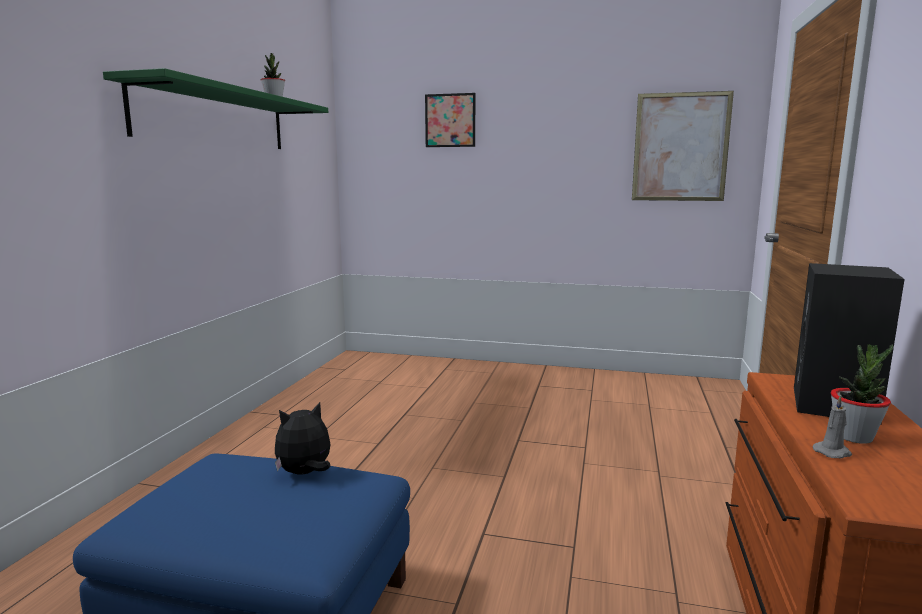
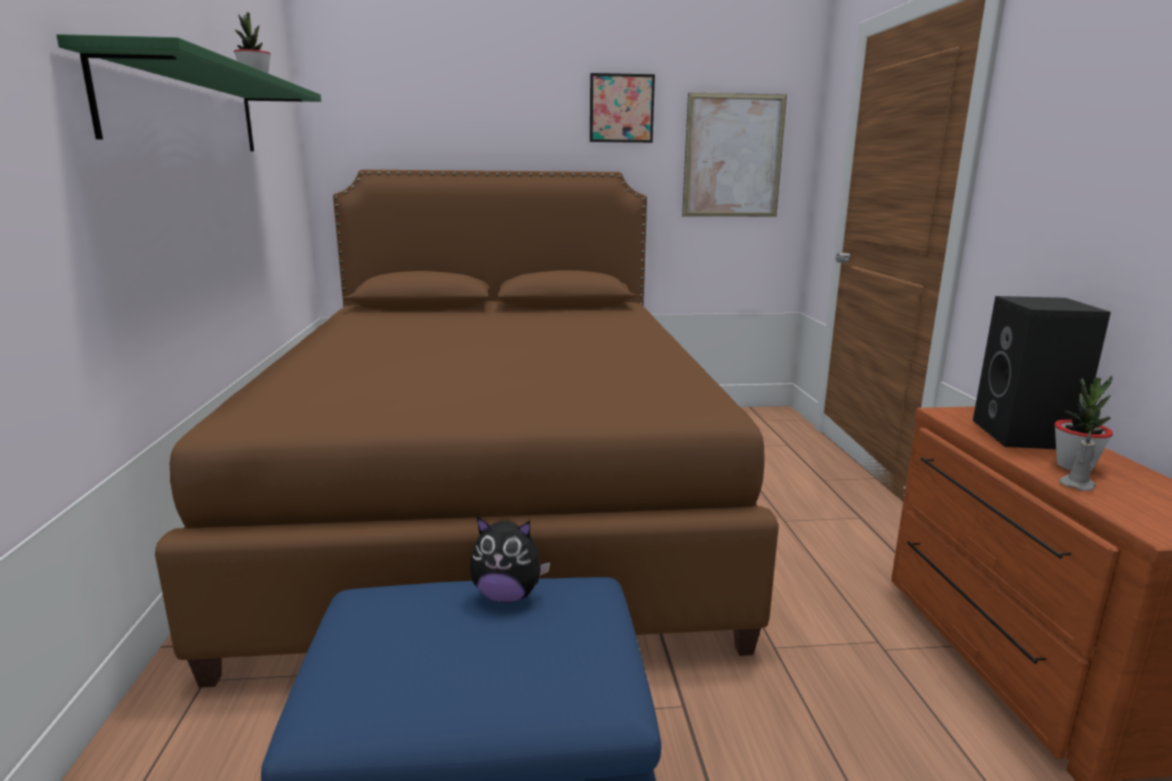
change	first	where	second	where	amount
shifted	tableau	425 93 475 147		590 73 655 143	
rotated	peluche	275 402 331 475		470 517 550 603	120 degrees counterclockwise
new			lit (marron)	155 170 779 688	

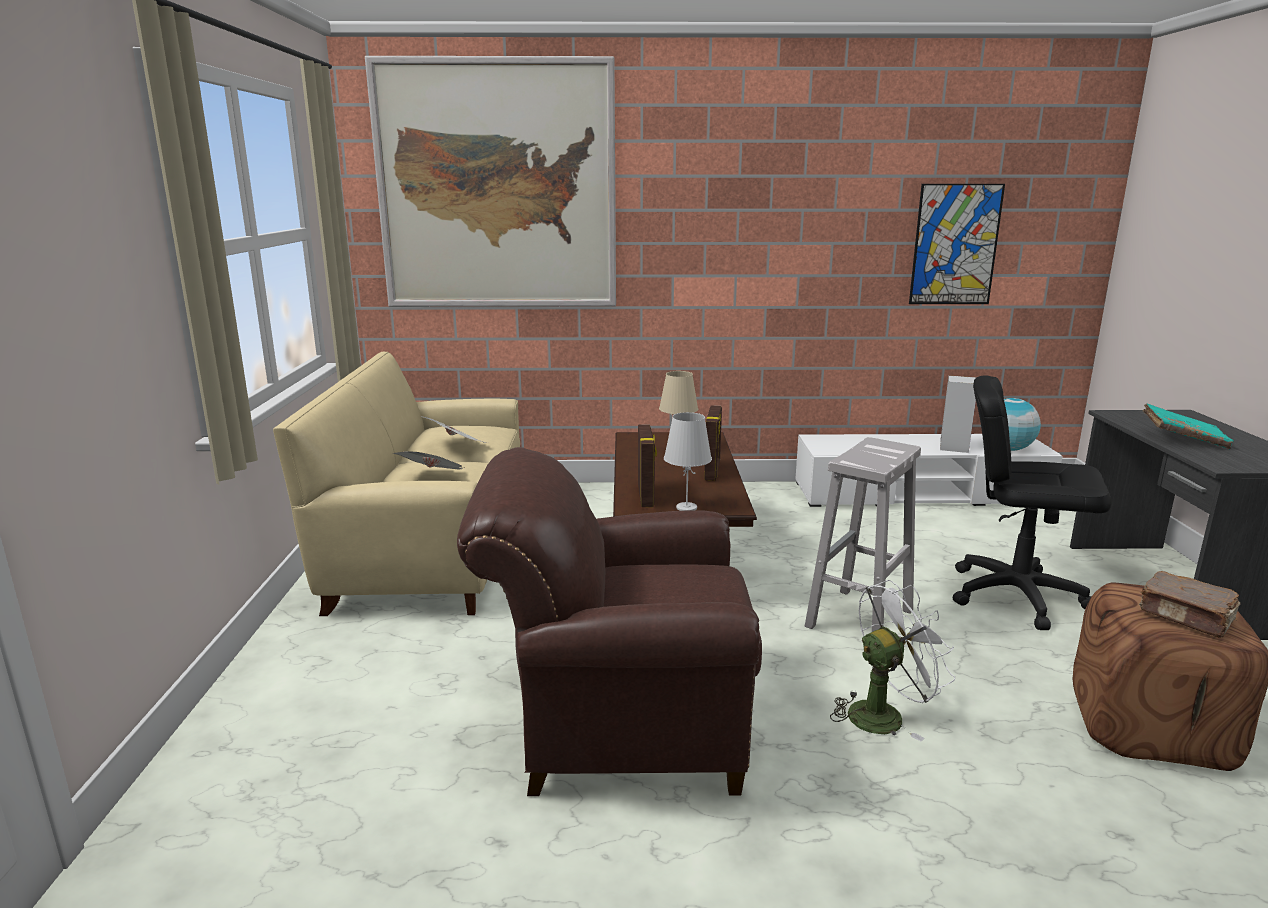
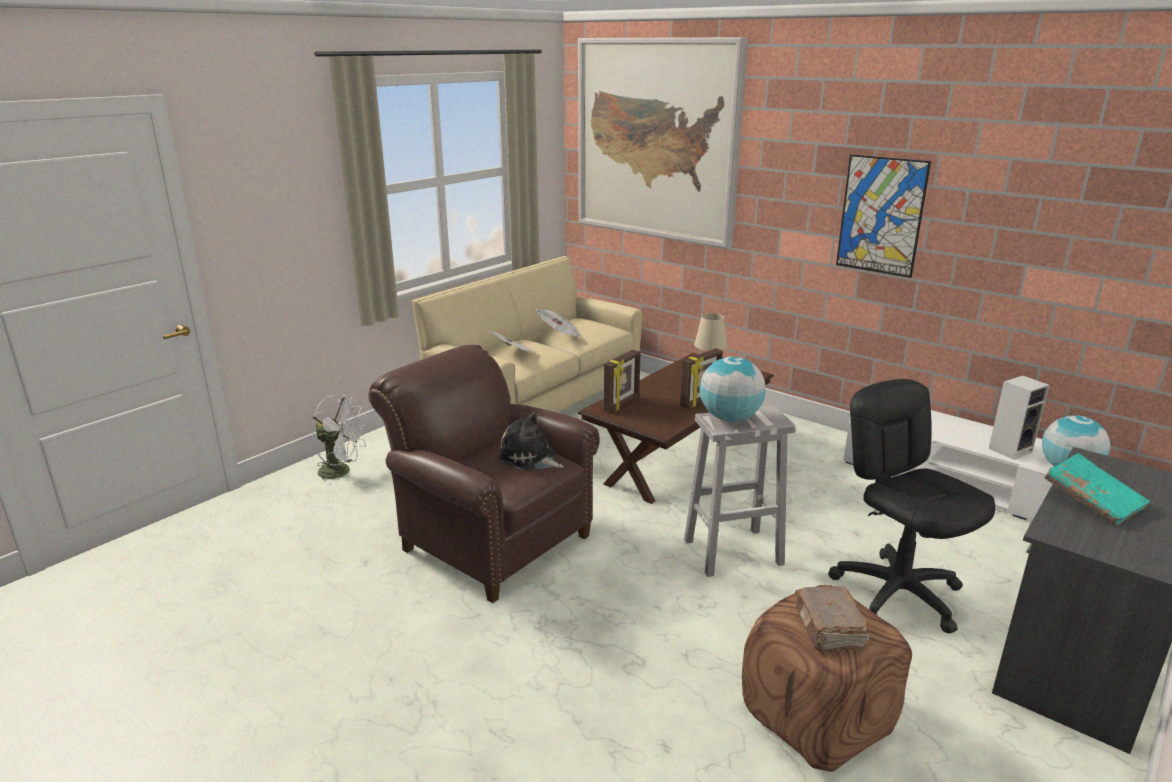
change	first	where	second	where	amount
shifted	tableau	909 184 1005 304		836 155 931 278	
gone	lampe de table (blanc)	664 412 712 511			
shifted	ventilateur (blanc)	830 580 955 742		312 395 368 486	
new			globe	700 356 766 422	
new			peluche	499 412 564 471	

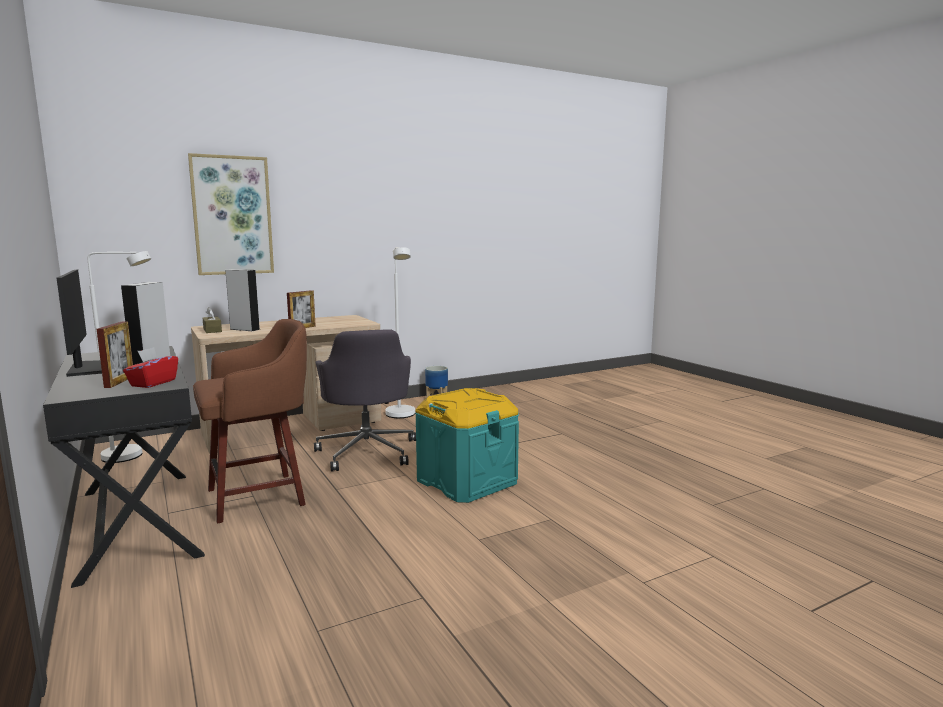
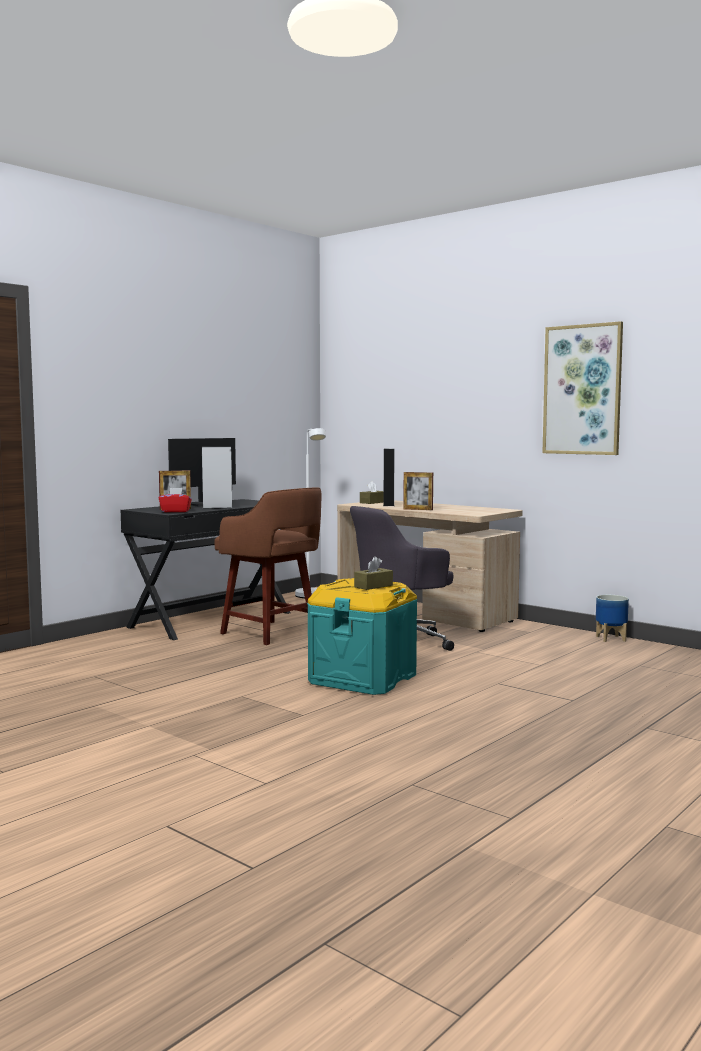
change	first	where	second	where	amount
shifted	tableau	188 153 274 275		543 321 623 455	
gone	lampadaire (blanc)	385 247 415 418			
new			boîte à mouchoirs (marron)	354 556 393 590	

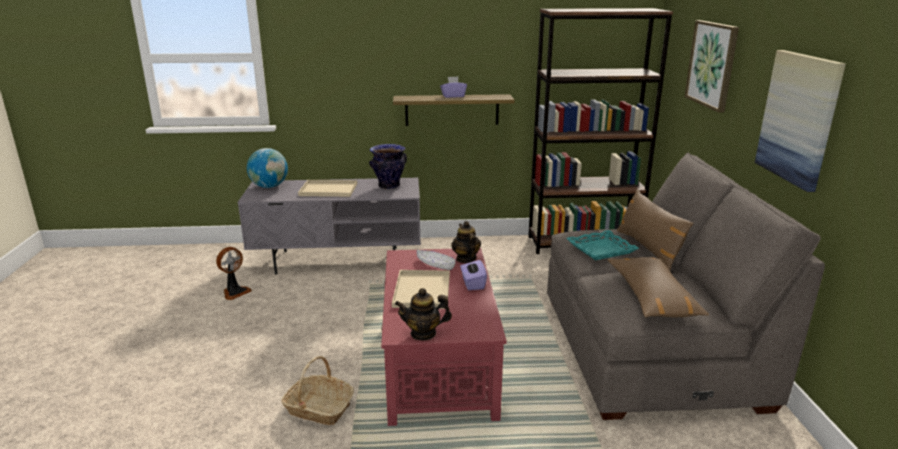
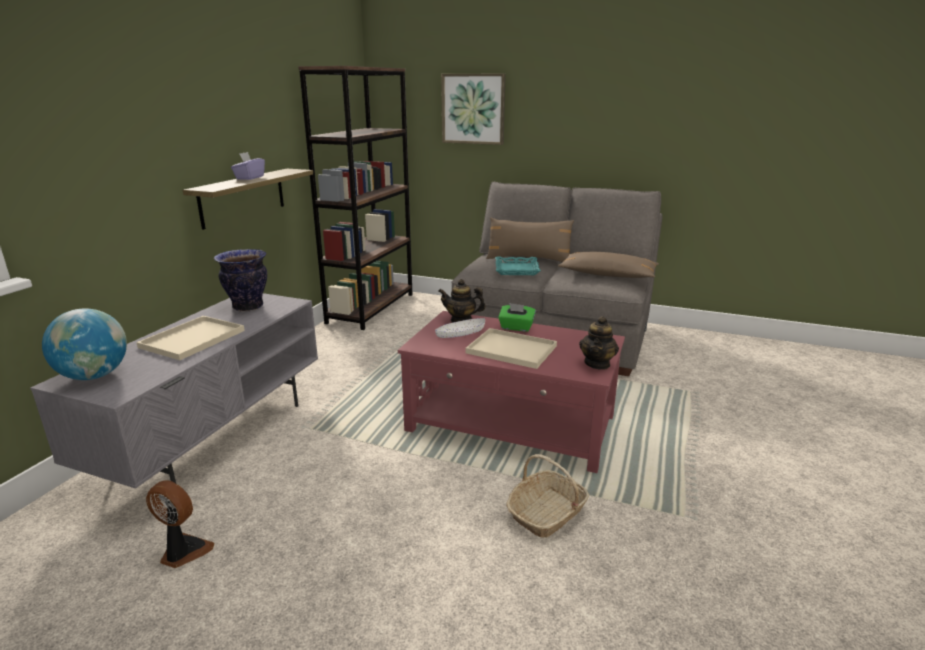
change	first	where	second	where	amount
gone	tableau	755 50 846 192			
rotated	ventilateur	216 247 252 300		146 480 214 568	45 degrees counterclockwise
repainted	boîte à mouchoirs (violet)	460 258 487 290	boîte à mouchoirs (vert)	498 303 536 332	

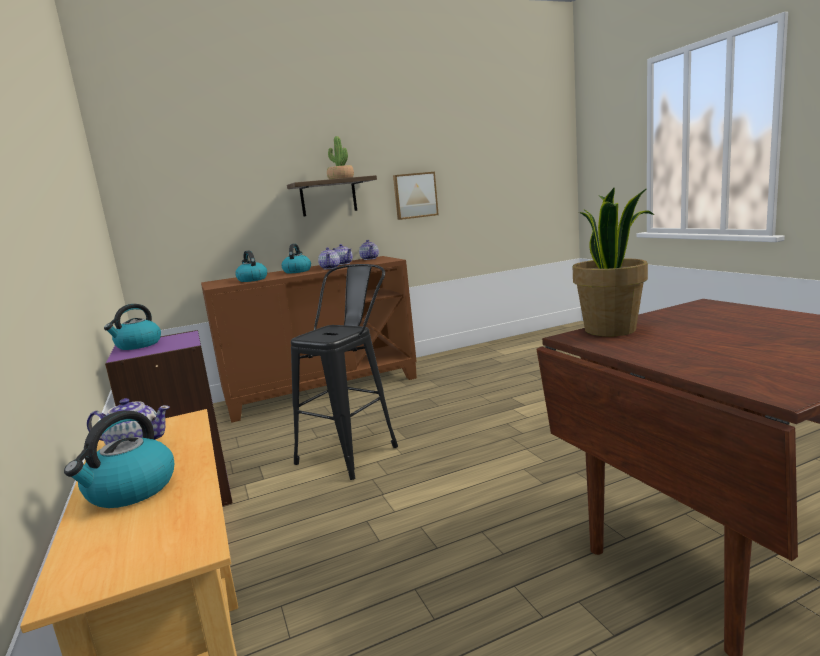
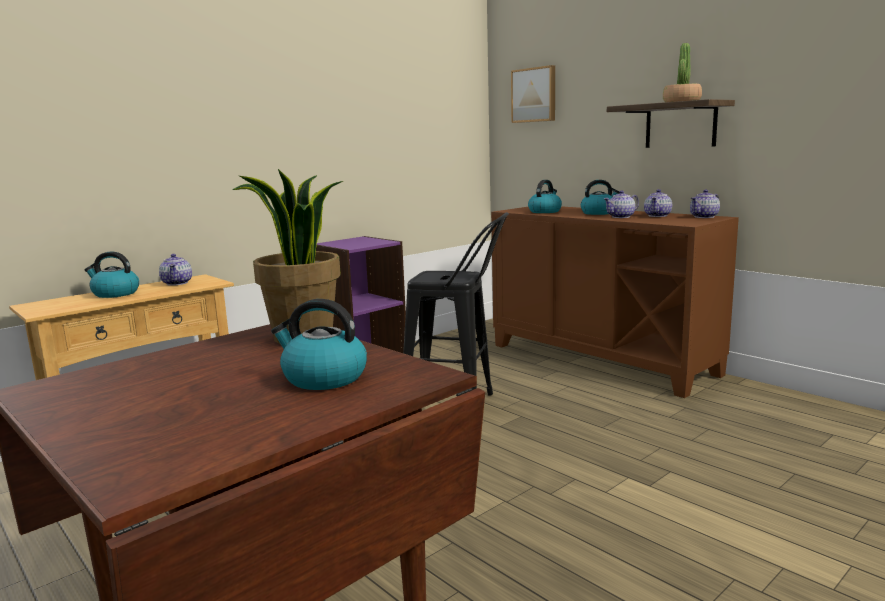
change	first	where	second	where	amount
shifted	tableau	393 172 439 220		511 65 555 123	
shifted	bouilloire	104 304 161 350		271 299 367 390	

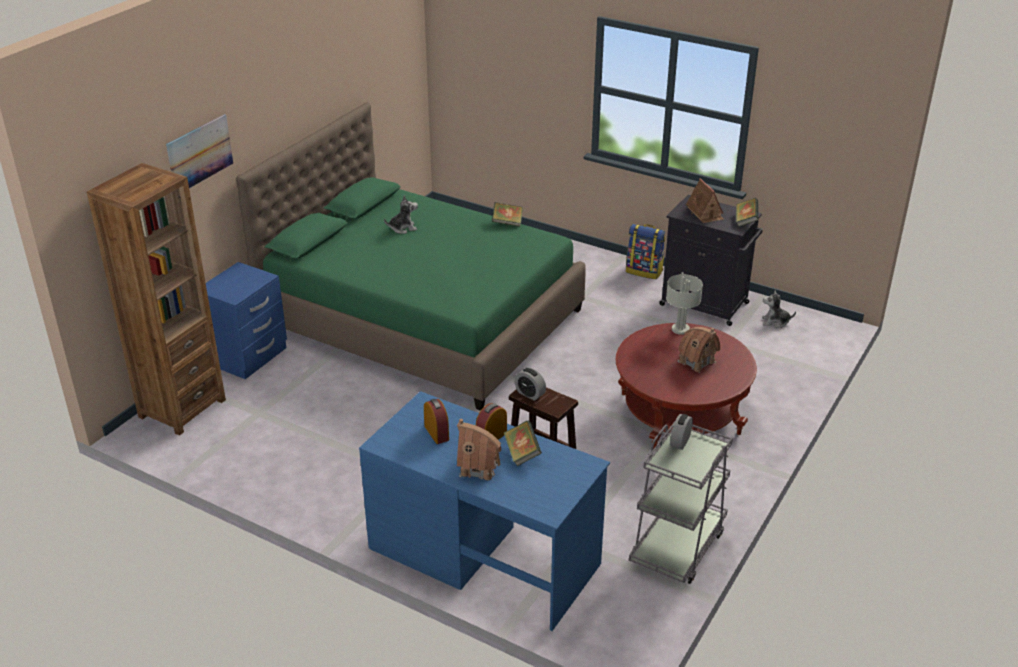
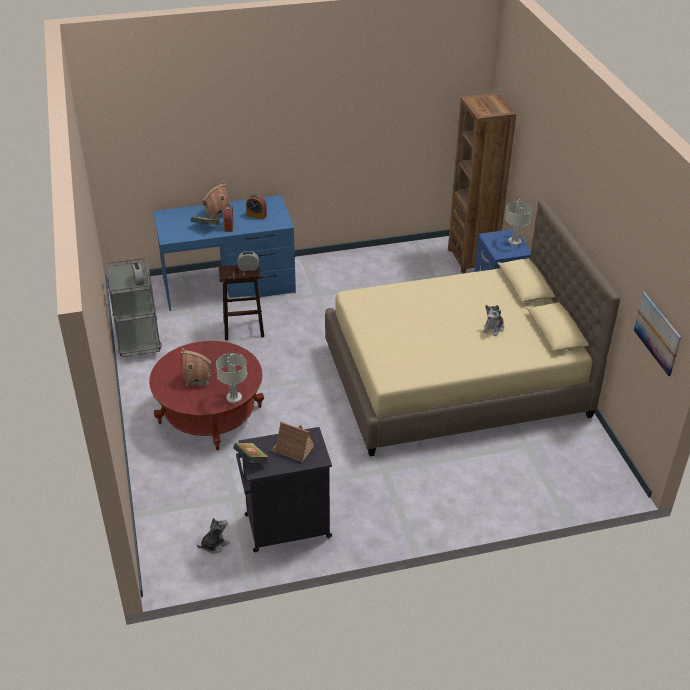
change	first	where	second	where	amount
repainted	lit (vert)	236 102 586 411	lit (beige)	325 198 620 456	
shifted	tableau	166 114 233 188		634 292 681 377	
gone	livre	492 202 523 227			
gone	sac à dos	626 224 665 279			
new			lampe de table (gris)	505 199 532 246	

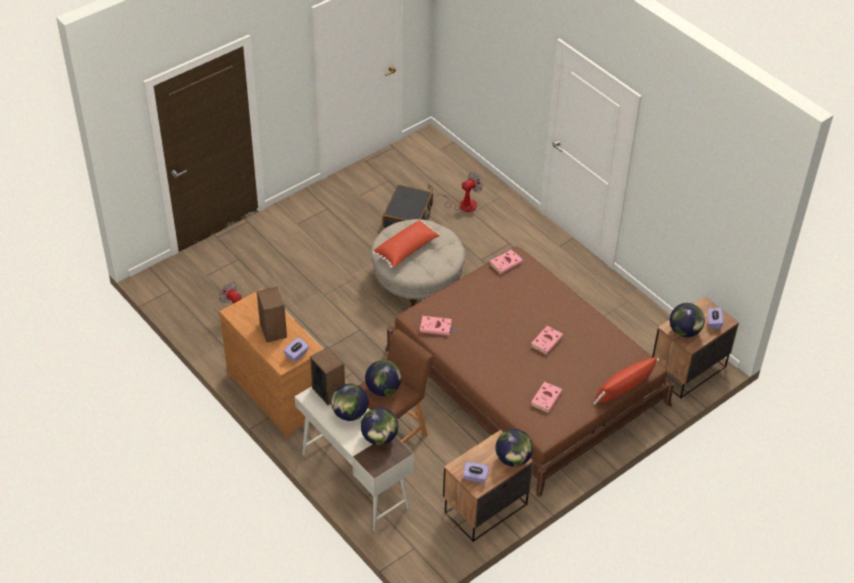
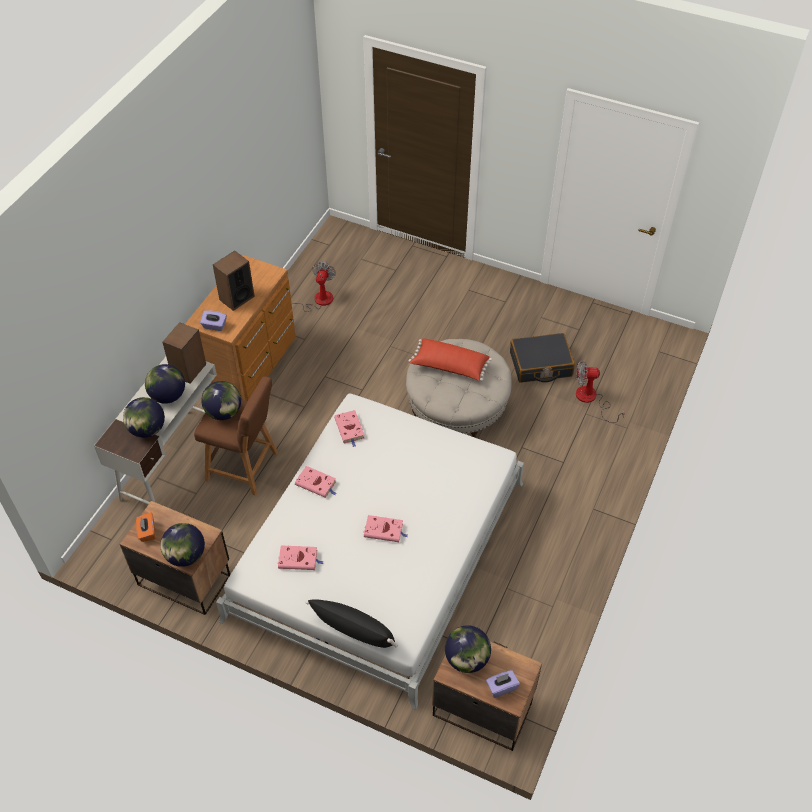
change	first	where	second	where	amount
rotated	ventilateur	428 172 483 212		576 360 625 423	150 degrees clockwise
repainted	lit (marron)	385 246 674 497	lit (blanc)	216 393 524 710	
shifted	livre (rose)	490 249 523 275		295 466 336 498	
repainted	coussin (rouge)	594 358 659 405	coussin (noir)	306 599 398 648	
repainted	boîte à mouchoirs (violet)	463 462 489 483	boîte à mouchoirs (orange)	136 512 155 542	

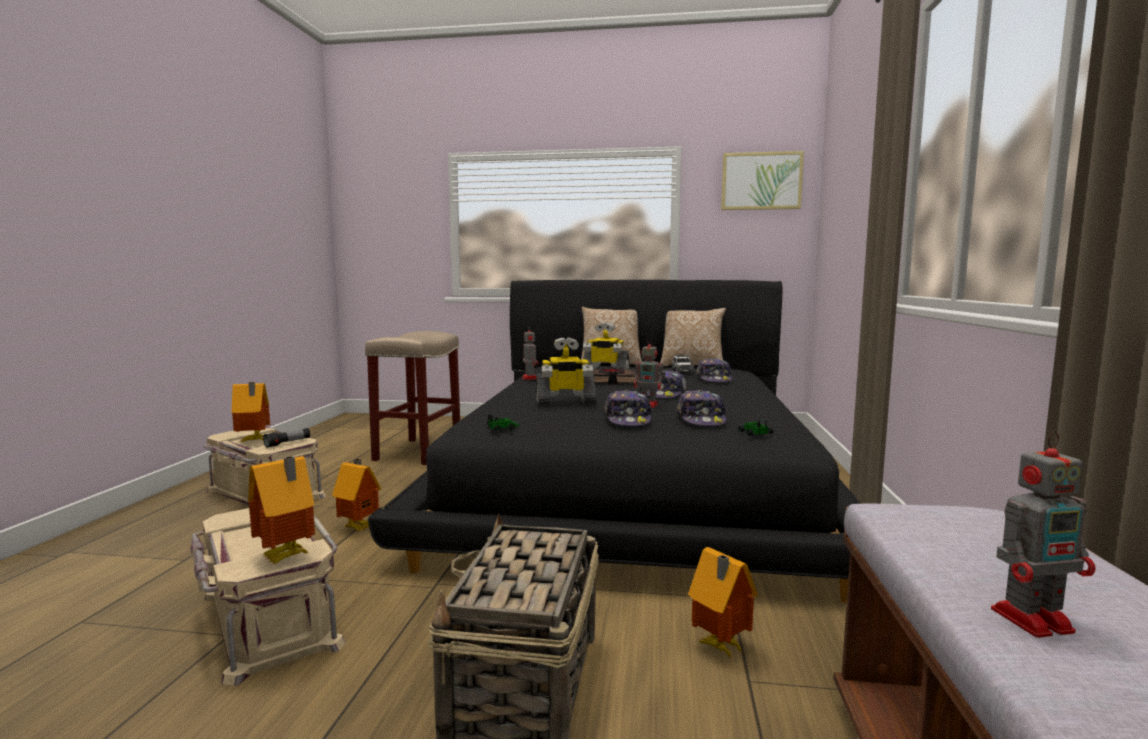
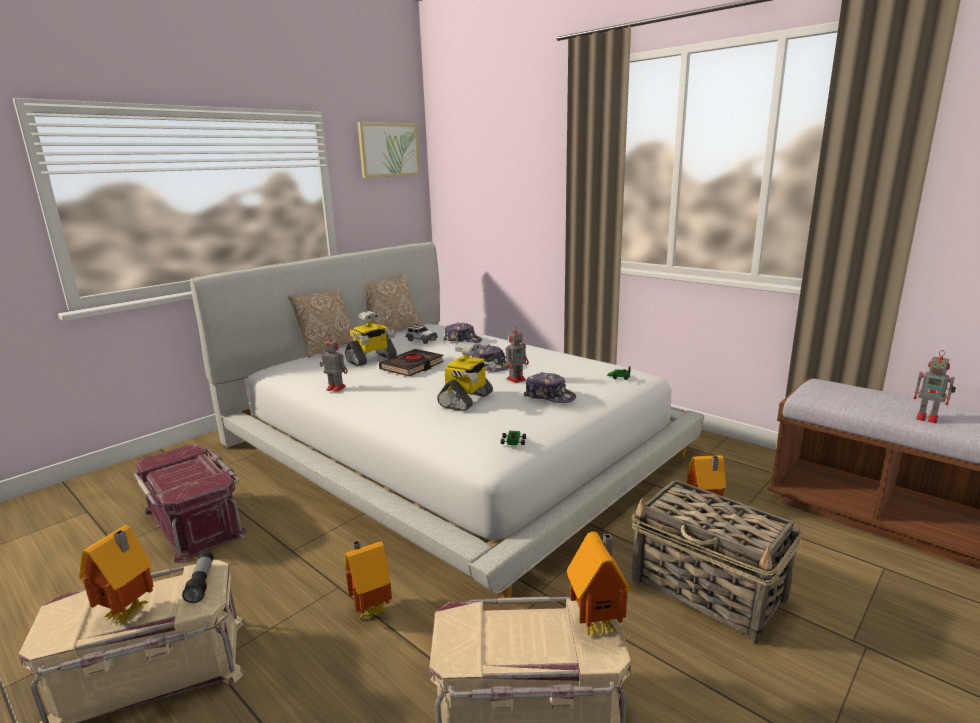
change	first	where	second	where	amount
repainted	lit (noir)	368 280 861 604	lit (blanc)	190 242 704 598	
swapped	tabouret (beige)	365 331 460 465	boîte de rangement (rouge)	134 445 248 564	
gone	casquette	677 390 727 426			
rotated	robot jouet	991 431 1095 638		914 350 956 423	105 degrees clockwise

